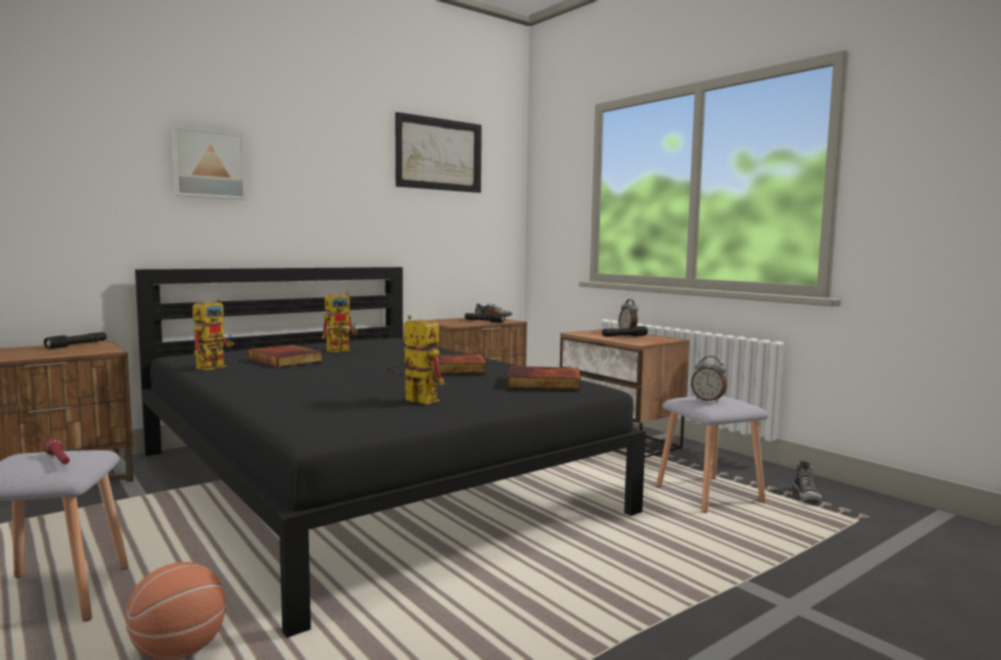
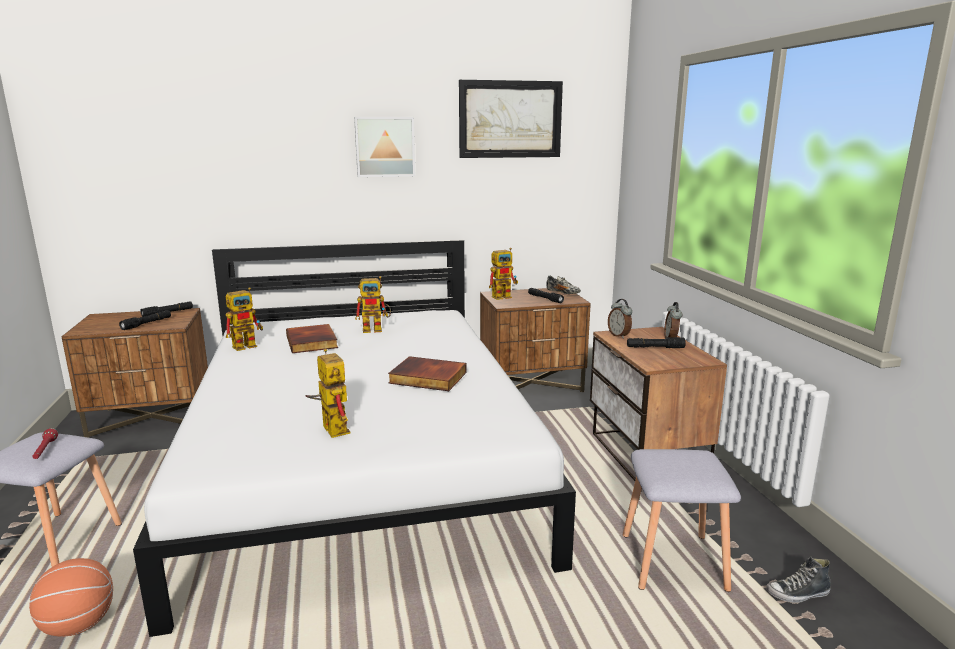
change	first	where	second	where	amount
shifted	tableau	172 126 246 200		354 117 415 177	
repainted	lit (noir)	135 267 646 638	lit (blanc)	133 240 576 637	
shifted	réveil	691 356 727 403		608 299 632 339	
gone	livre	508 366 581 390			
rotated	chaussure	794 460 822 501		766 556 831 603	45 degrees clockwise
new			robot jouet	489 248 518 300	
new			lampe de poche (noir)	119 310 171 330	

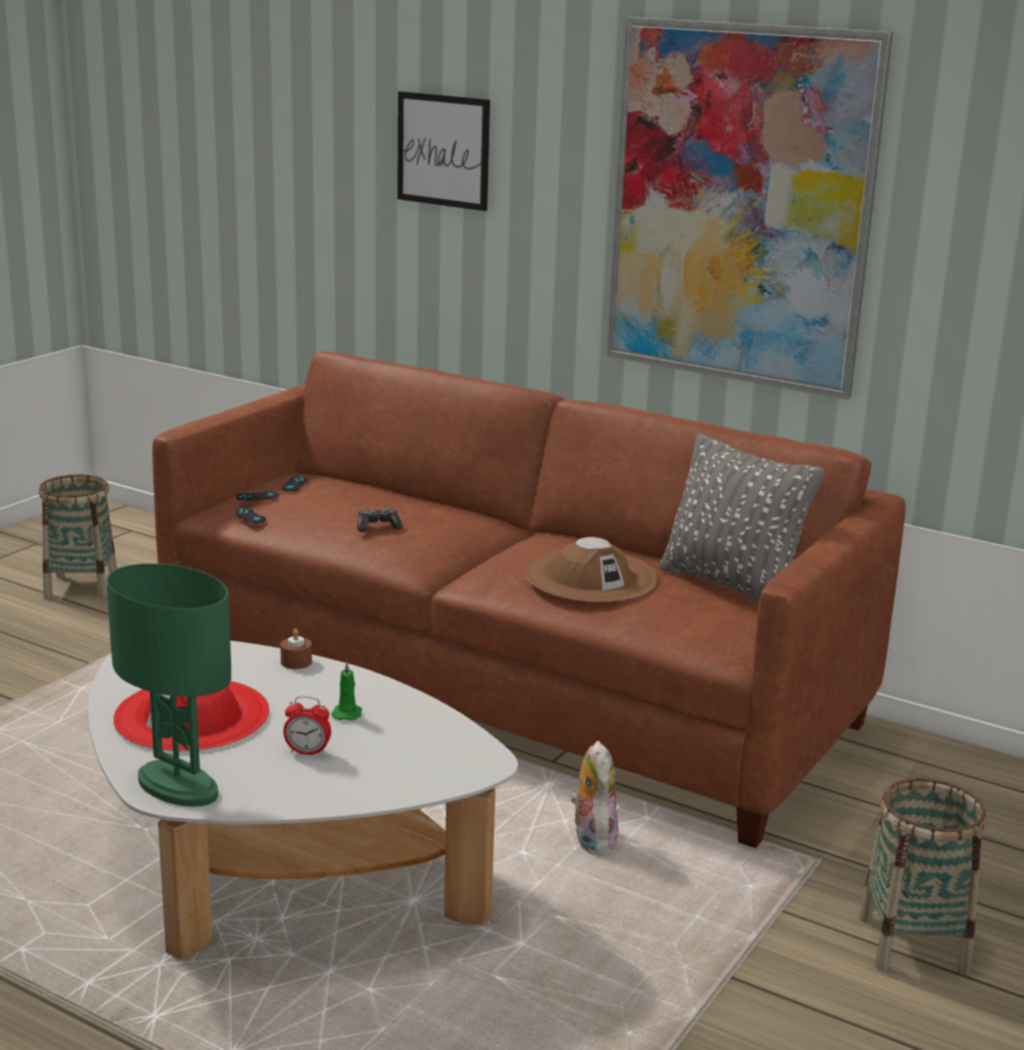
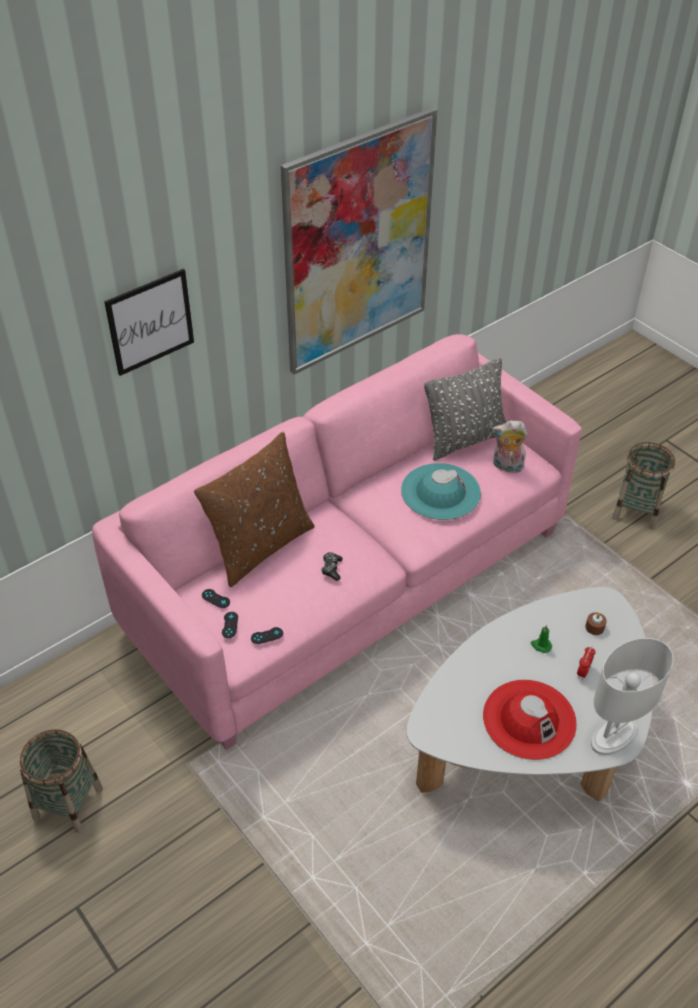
change	first	where	second	where	amount
repainted	canapé (marron)	152 351 906 848	canapé (rose)	92 334 582 750	
repainted	chapeau (marron)	525 537 657 602	chapeau (turquoise)	401 463 481 520	
repainted	lampe de table (vert)	107 563 231 807	lampe de table (blanc)	591 638 673 755	
shifted	bougie (marron)	280 628 312 669		585 612 607 635	
shifted	peluche	570 741 619 857		492 420 528 473	
new			coussin (marron)	194 432 315 587	

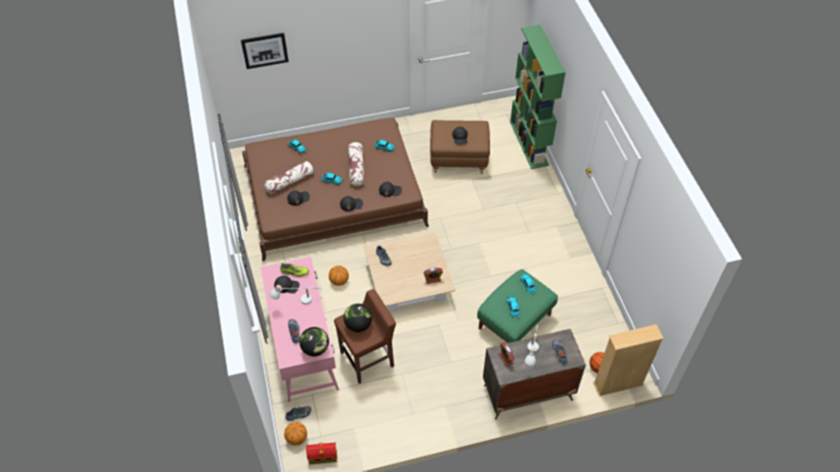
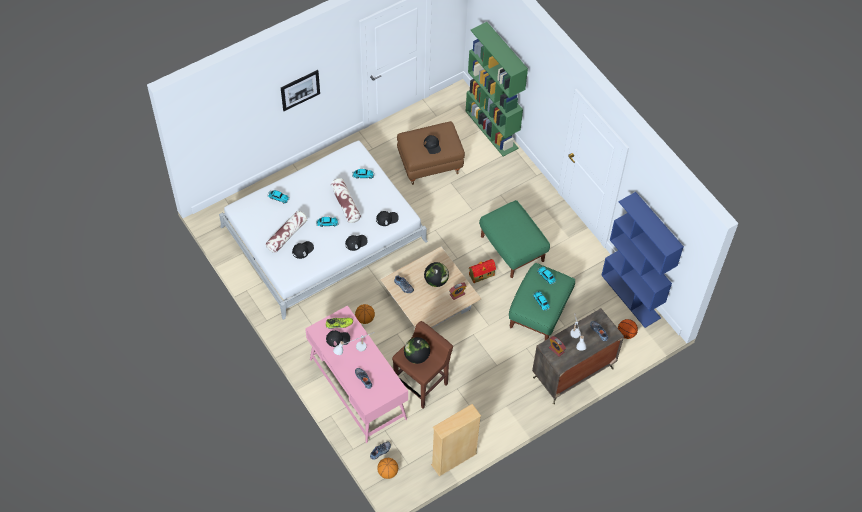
change	first	where	second	where	amount
shifted	tableau	241 33 289 69		281 70 320 111	
repainted	lit (marron)	242 117 429 261	lit (blanc)	219 140 428 320	
shifted	bibliothèque (beige)	593 324 664 396		431 404 481 477	
shifted	globe	299 327 329 356		424 262 449 287	
shifted	maison miniature	306 442 337 465		469 259 496 283	
new			bibliothèque (bleu)	601 192 684 328	
new			pouf (vert)	479 200 550 278	

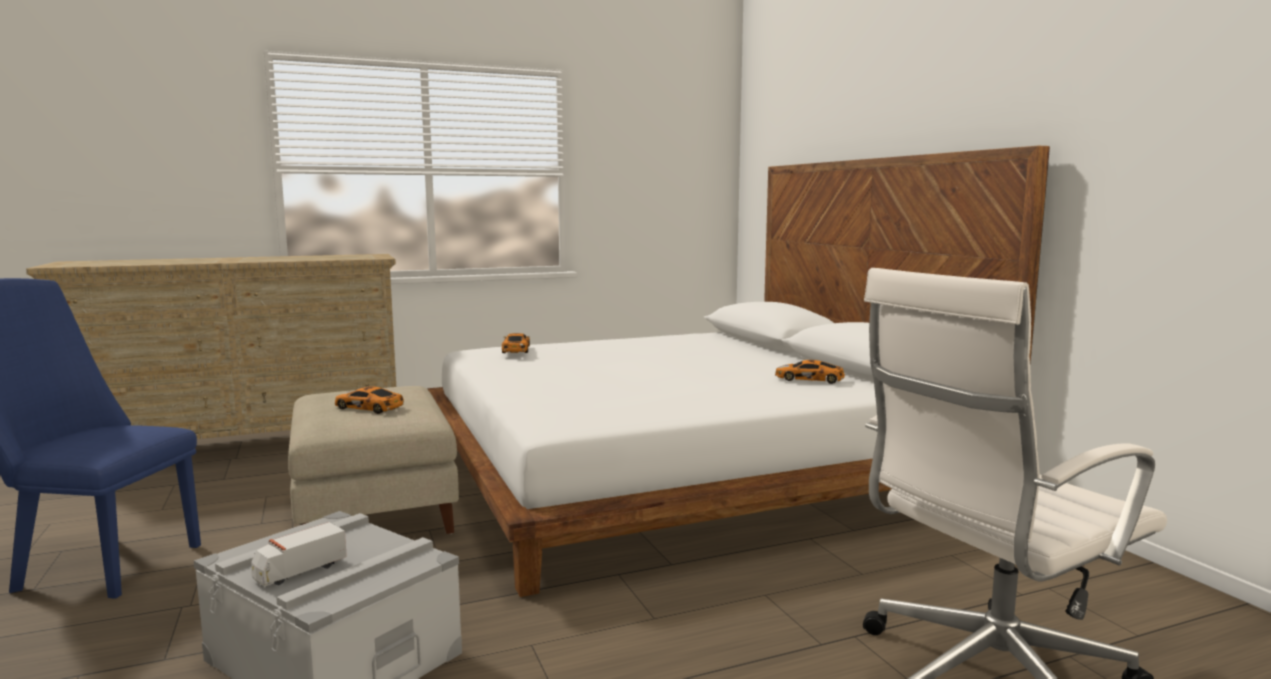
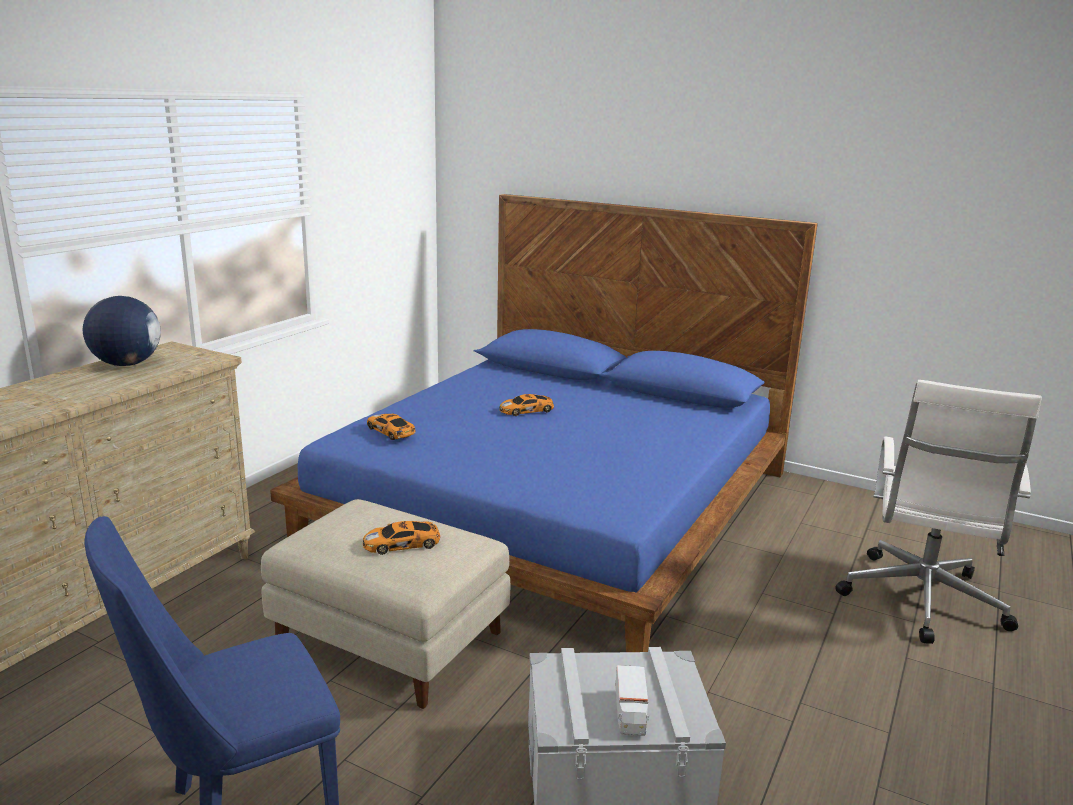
change	first	where	second	where	amount
repainted	lit (blanc)	427 146 1050 597	lit (bleu)	270 194 818 652	
shifted	petite voiture	775 360 845 384		499 394 554 416	
new			globe	83 296 161 366	

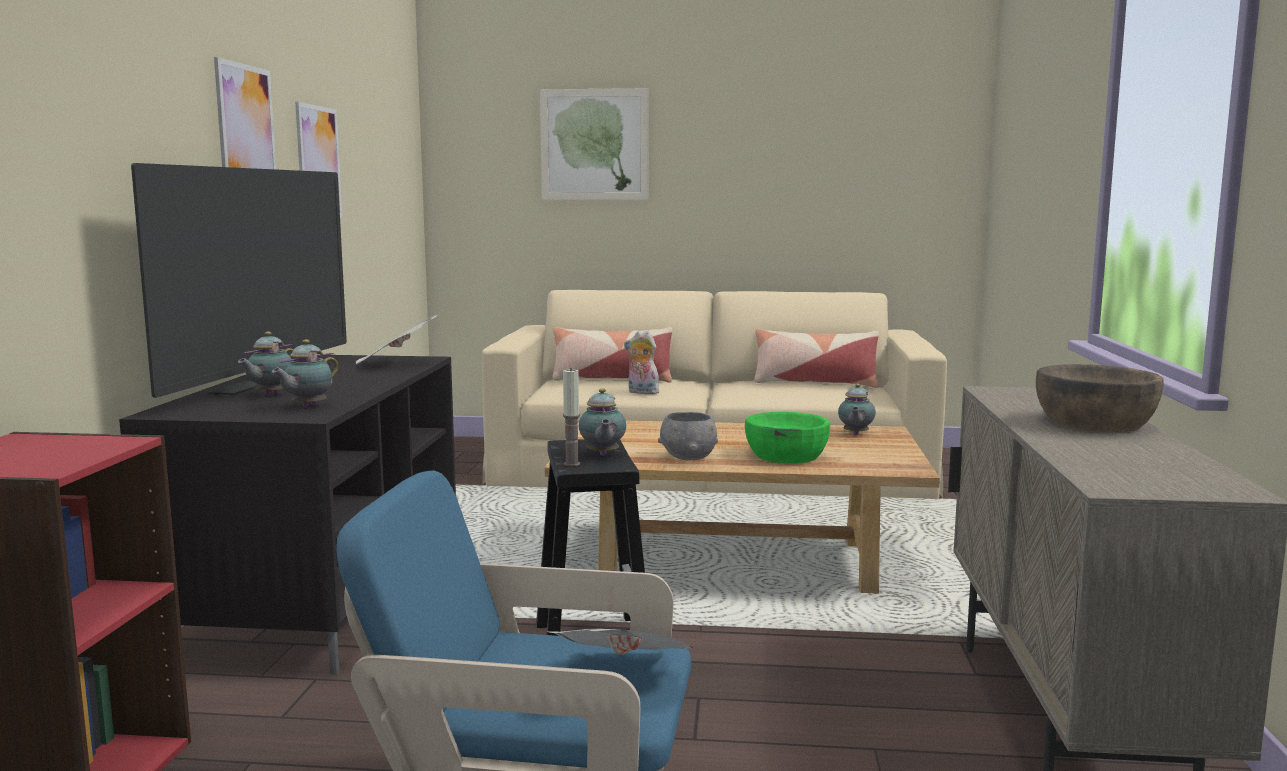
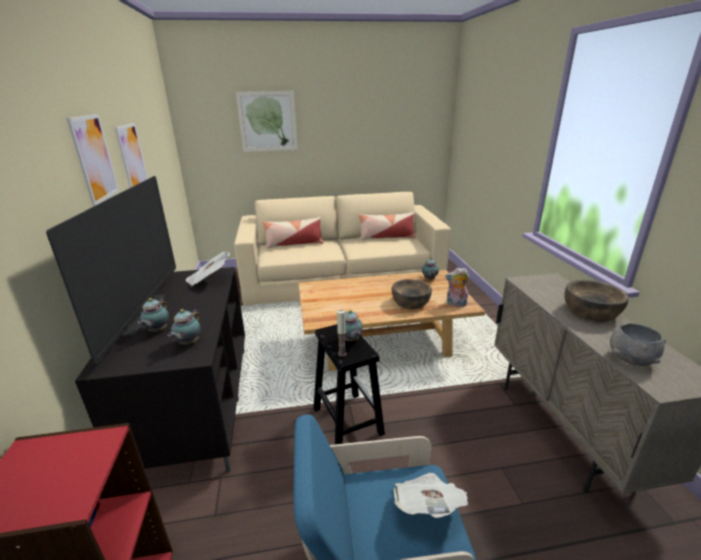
change	first	where	second	where	amount
shifted	peluche	624 330 659 394		445 268 469 307	
shifted	bol (gris)	658 412 718 460		610 323 666 366	
repainted	bol (vert)	745 412 830 463	bol (marron)	392 279 432 309	

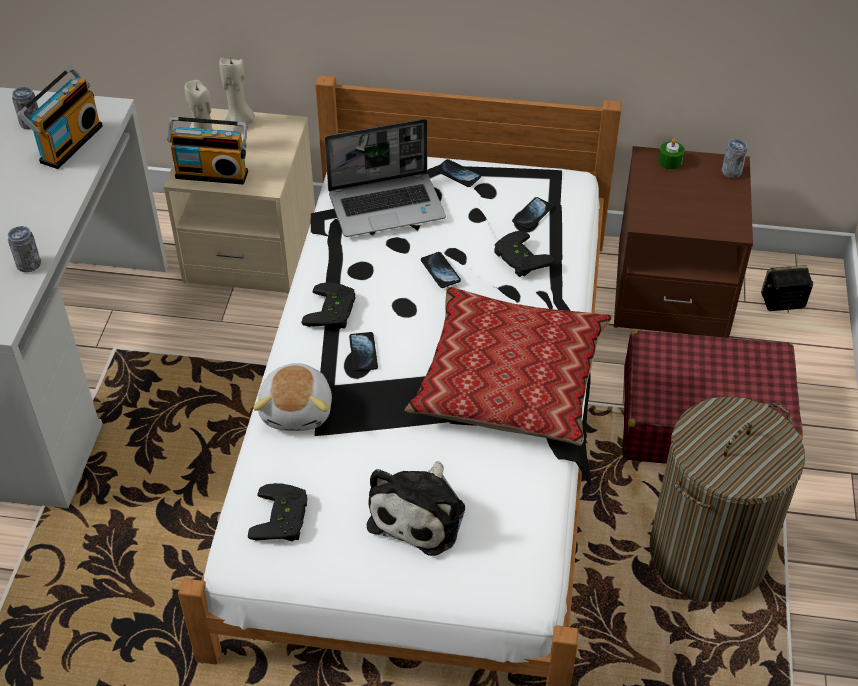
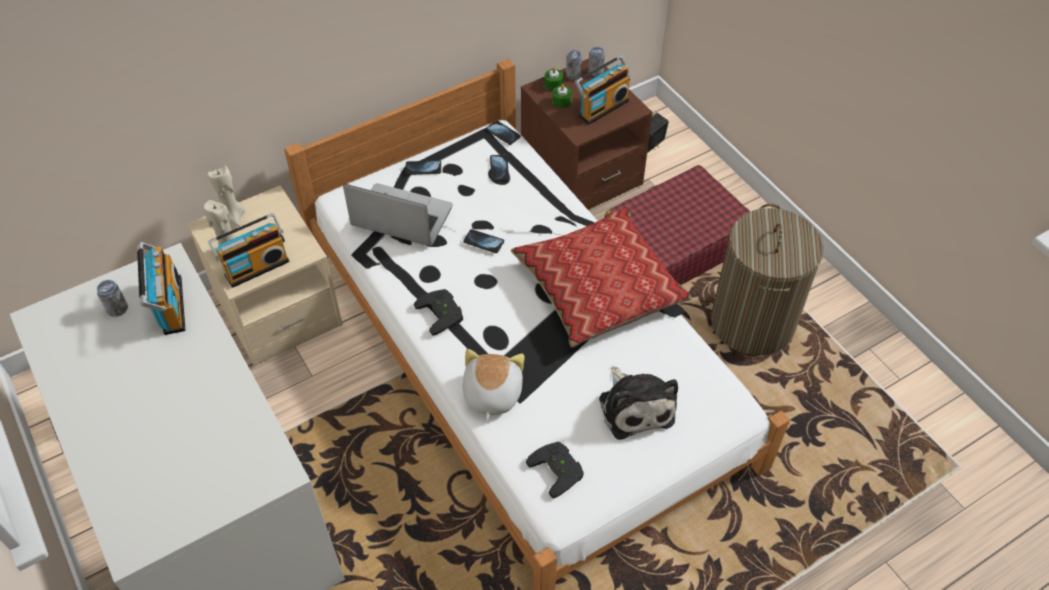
change	first	where	second	where	amount
rotated	ordinateur portable	324 119 446 237		343 183 453 246	105 degrees counterclockwise
shifted	boîte métallique	8 226 41 272		566 50 582 80	
gone	manette (noir)	494 231 555 277			
shifted	téléphone	349 332 378 371		486 120 521 145	
rotated	peluche	253 363 332 431		462 349 525 421	135 degrees counterclockwise
new			radio	575 55 630 125	
new			bougie (vert)	553 84 572 108	

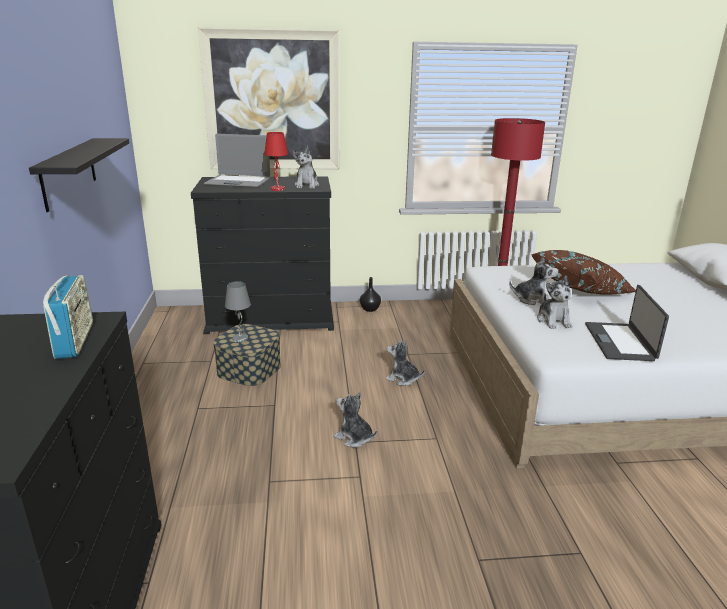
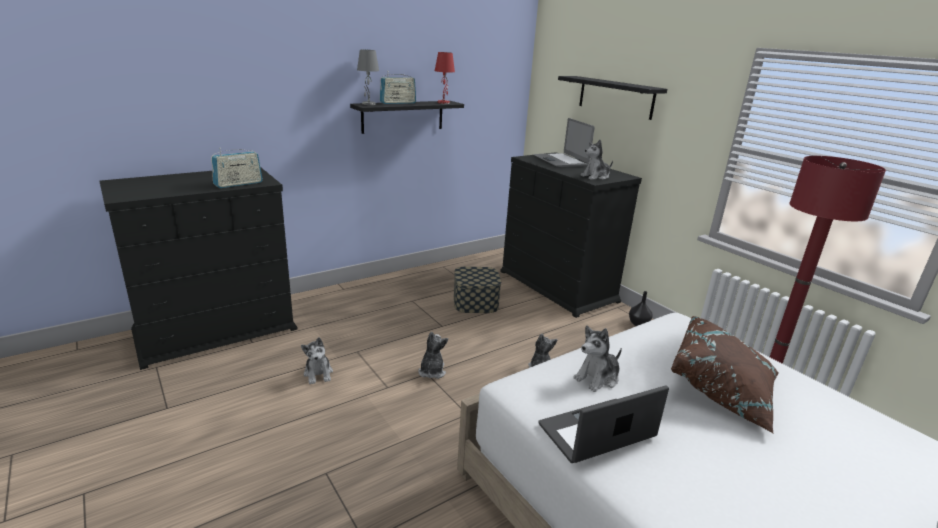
change	first	where	second	where	amount
swapped	tableau	198 27 339 170	étagère (noir)	558 76 667 120	
shifted	lampe de table (rouge)	264 132 288 191		435 52 455 104	
shifted	peluche	509 255 559 305		301 337 333 384	
shifted	lampe de table (gris)	225 281 251 342		357 49 379 105	
new			radio	380 74 416 104	

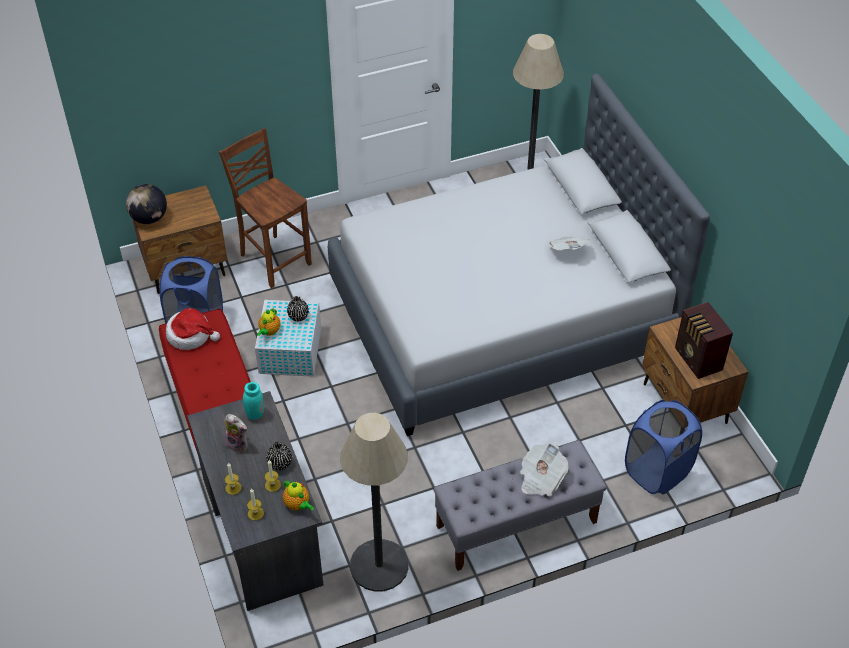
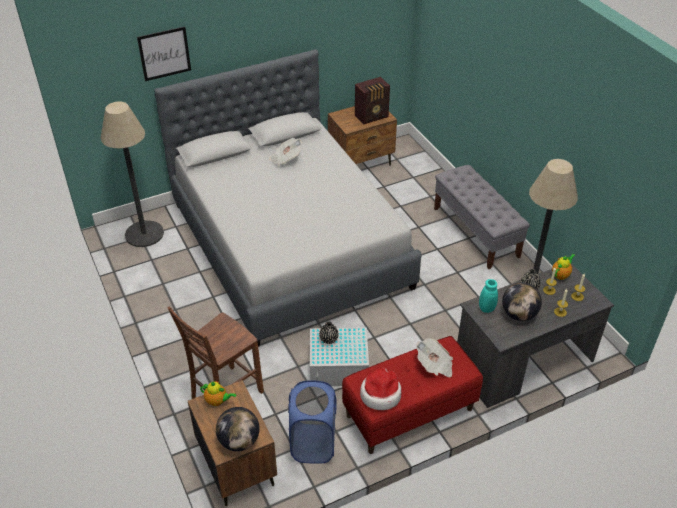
change	first	where	second	where	amount
shifted	théière	257 308 280 336		200 381 236 406	
gone	panier à linge (bleu)	625 400 702 494			
swapped	peluche	225 414 248 453	globe	502 282 542 321	
shifted	journal	520 443 569 496		416 338 453 377	
new			tableau	137 26 191 81	

